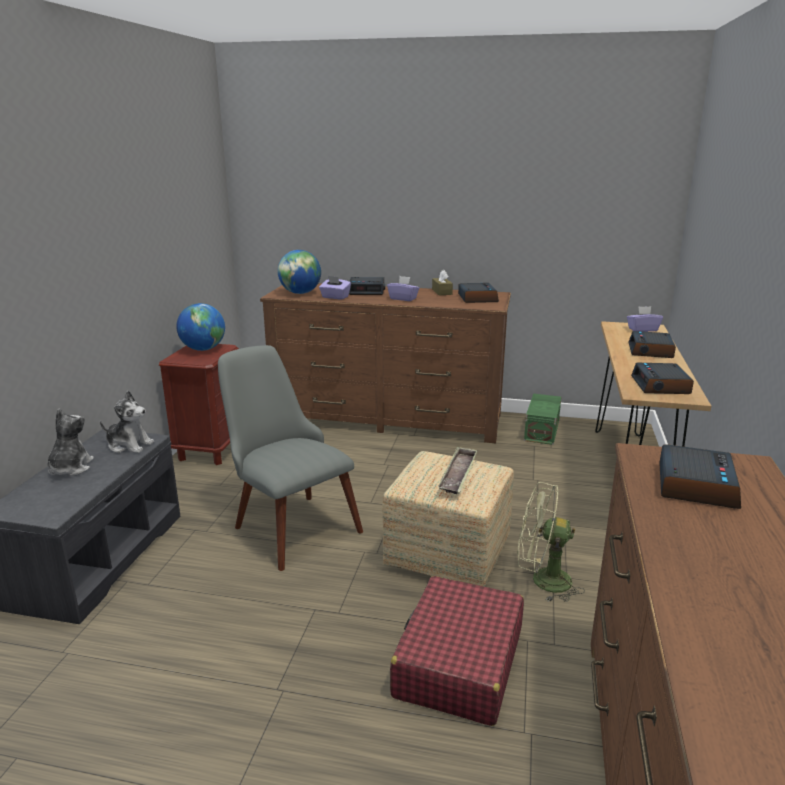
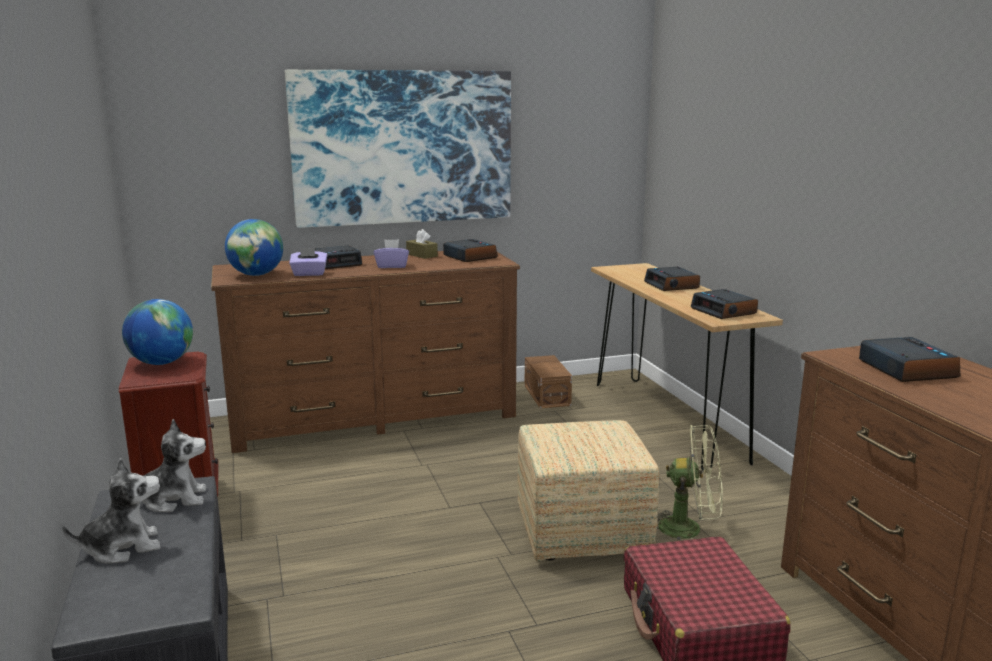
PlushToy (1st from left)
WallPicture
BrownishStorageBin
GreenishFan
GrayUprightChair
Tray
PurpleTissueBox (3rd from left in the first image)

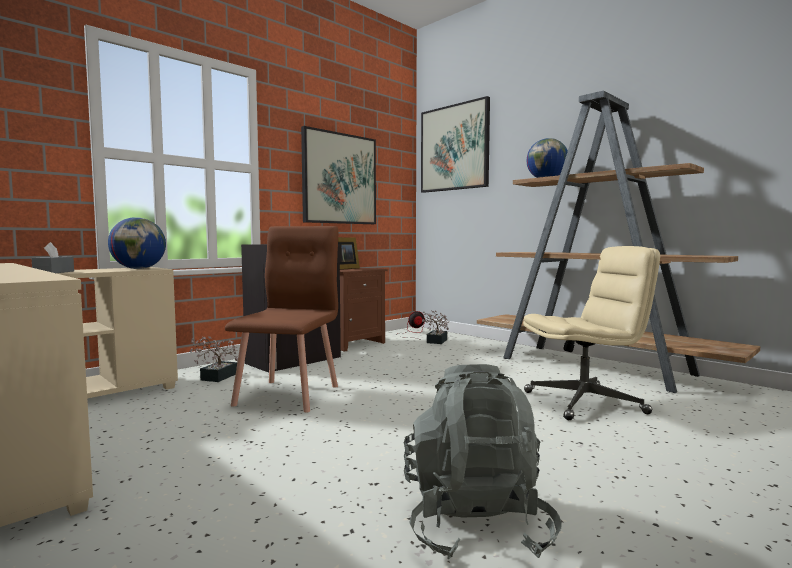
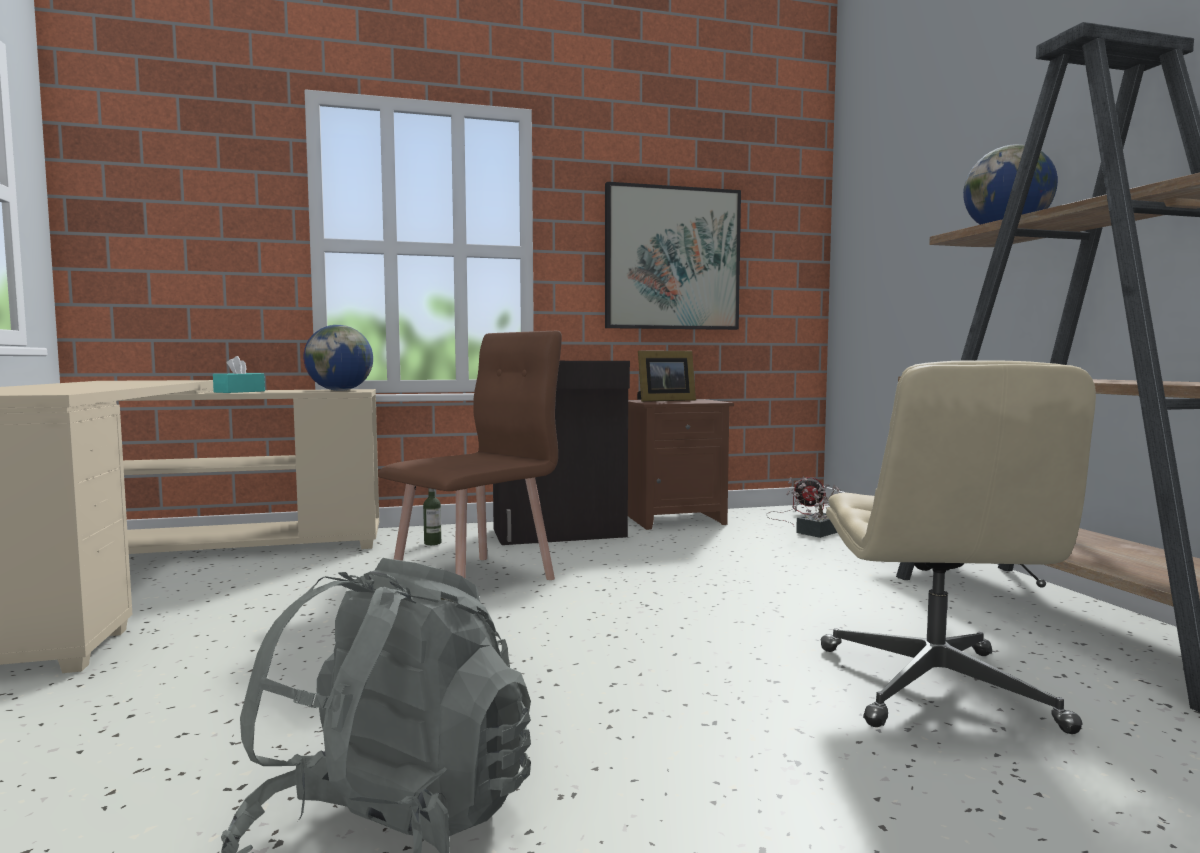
TurquoiseColouredTissueBox
Bottle
SandColouredOfficeChair
WallPicture (2nd from left in the first image)

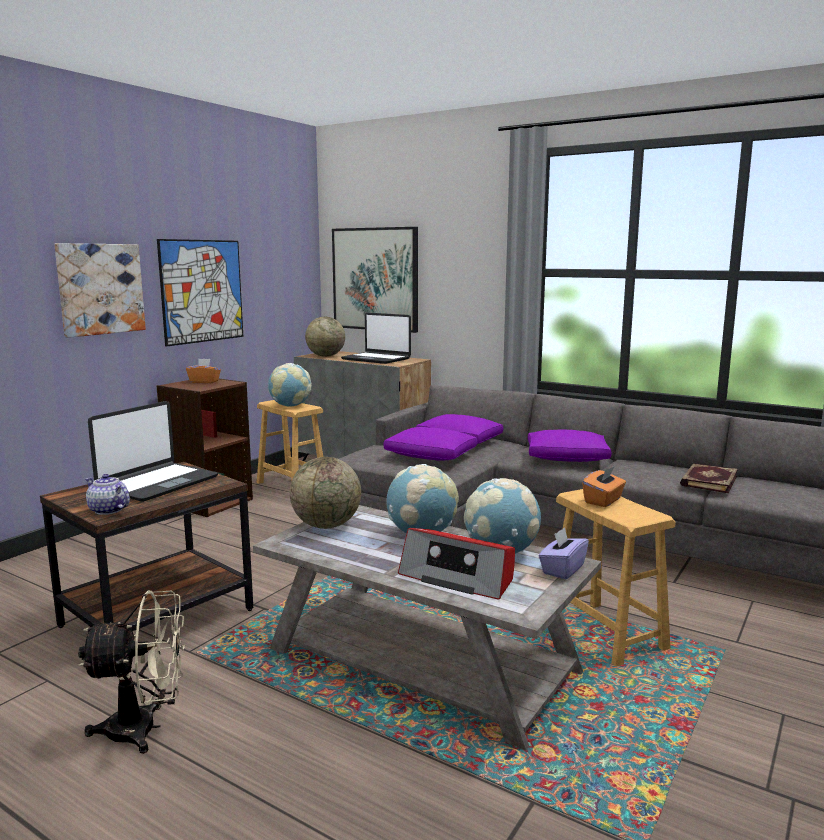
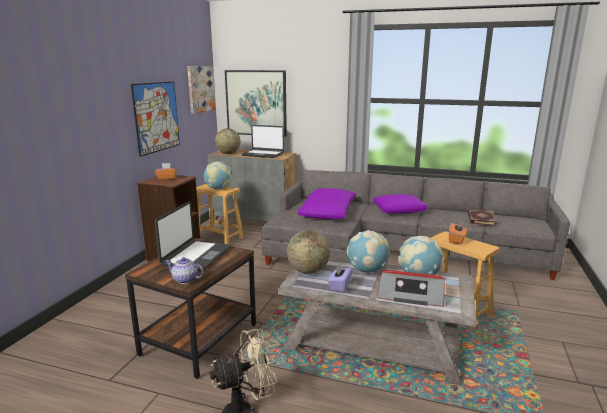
WallPicture (2nd from left)
PurpleTissueBox

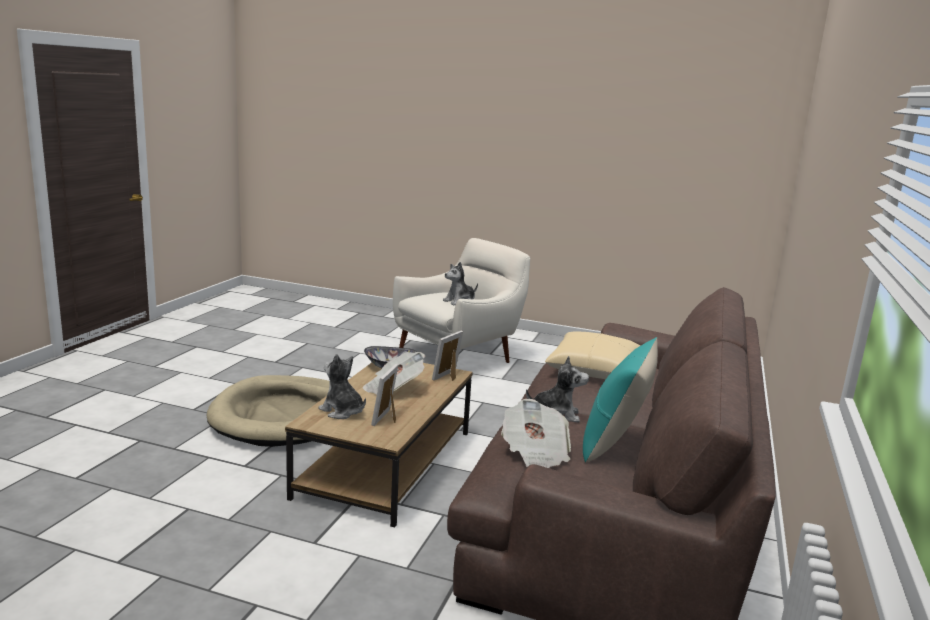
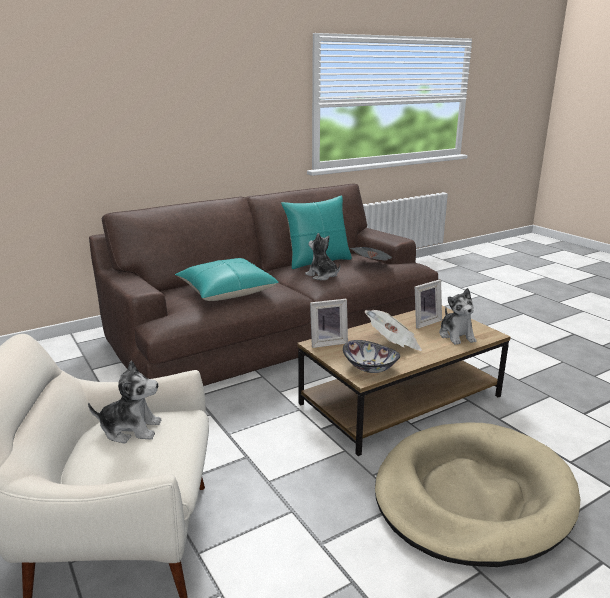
TurquoiseColouredThrowPillow (1st from left)

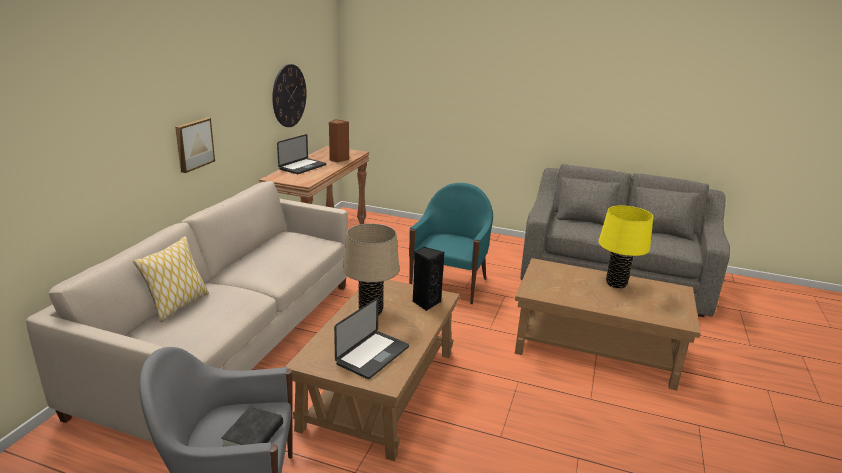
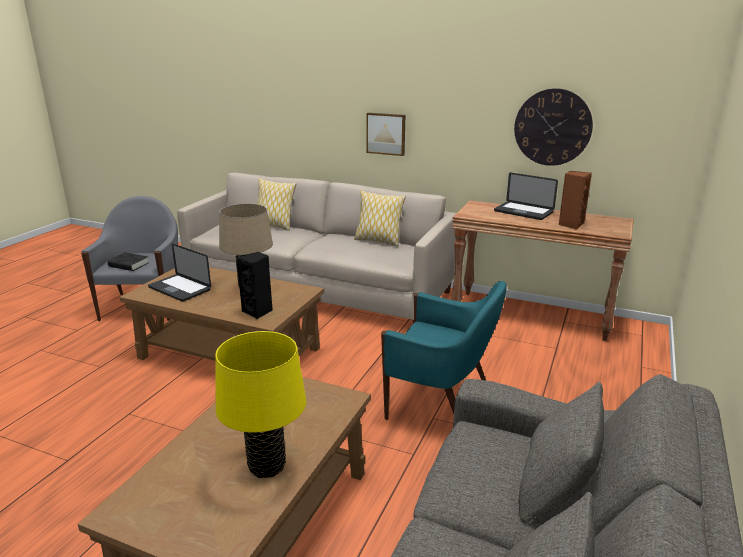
ThrowPillow (2nd from left)

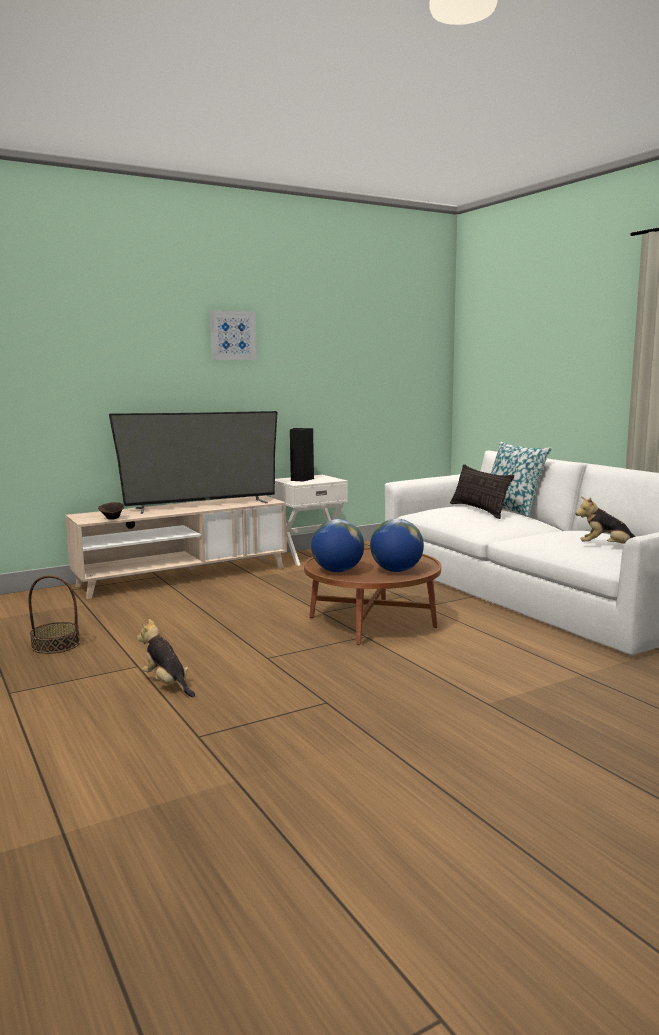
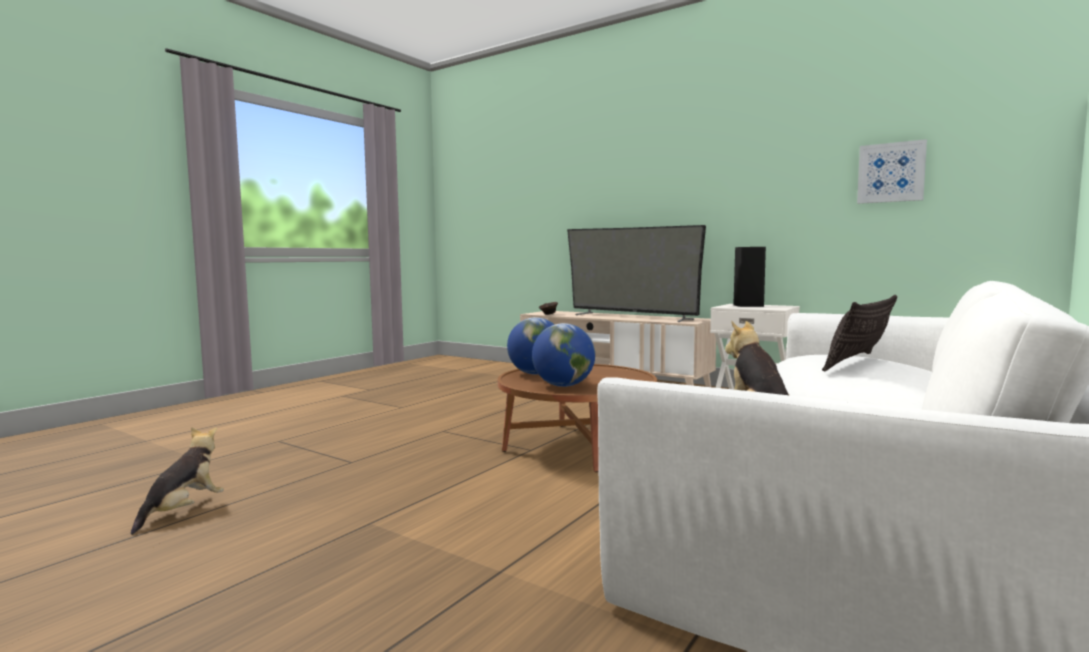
PlushToy (1st from left)
WallPicture
Basket
ThrowPillow (2nd from left in the first image)

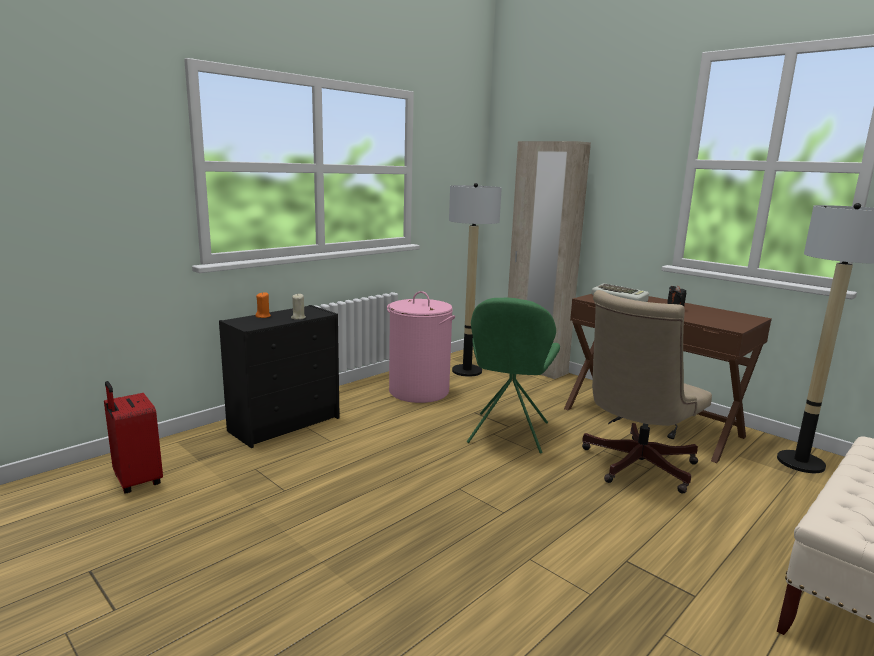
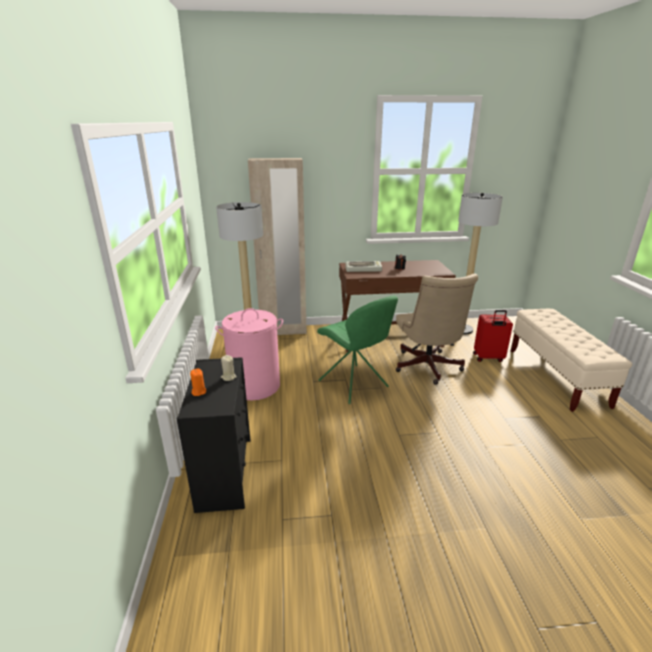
RedPieceOfLuggage

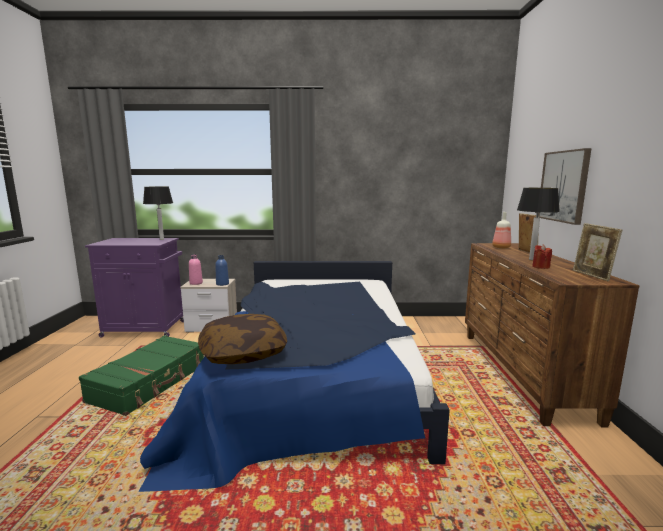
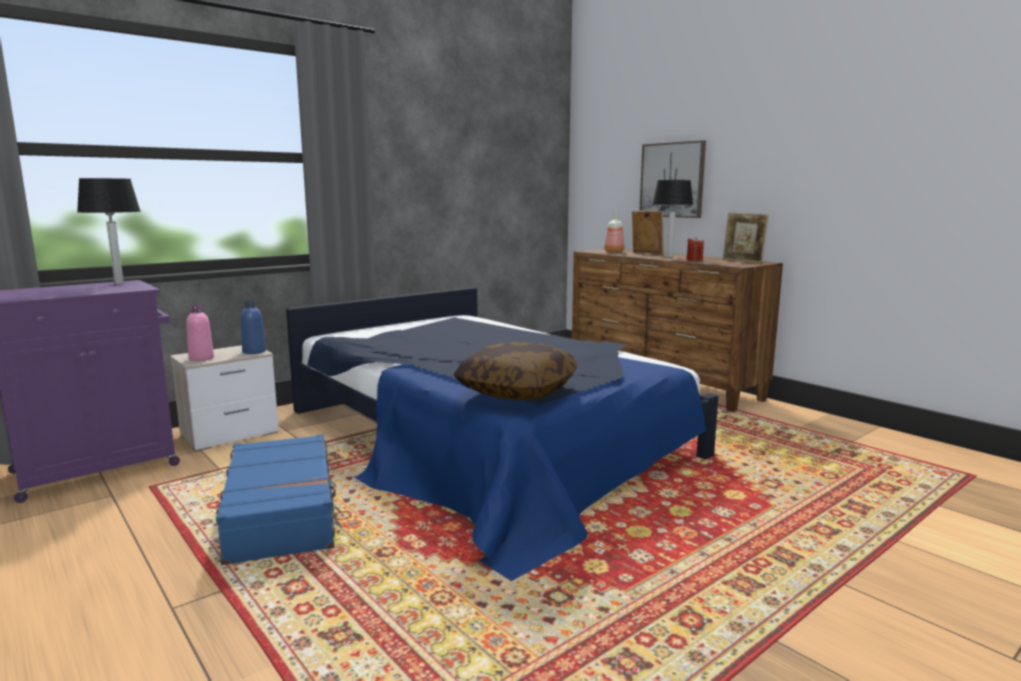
BlueColouredPieceOfLuggage

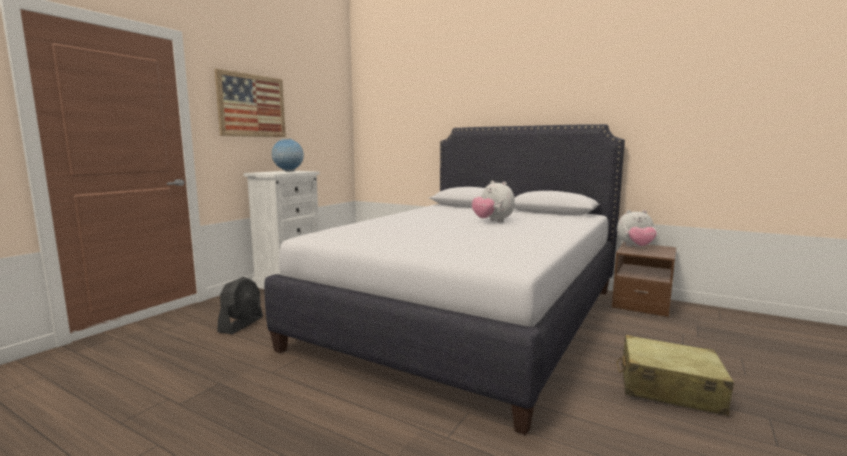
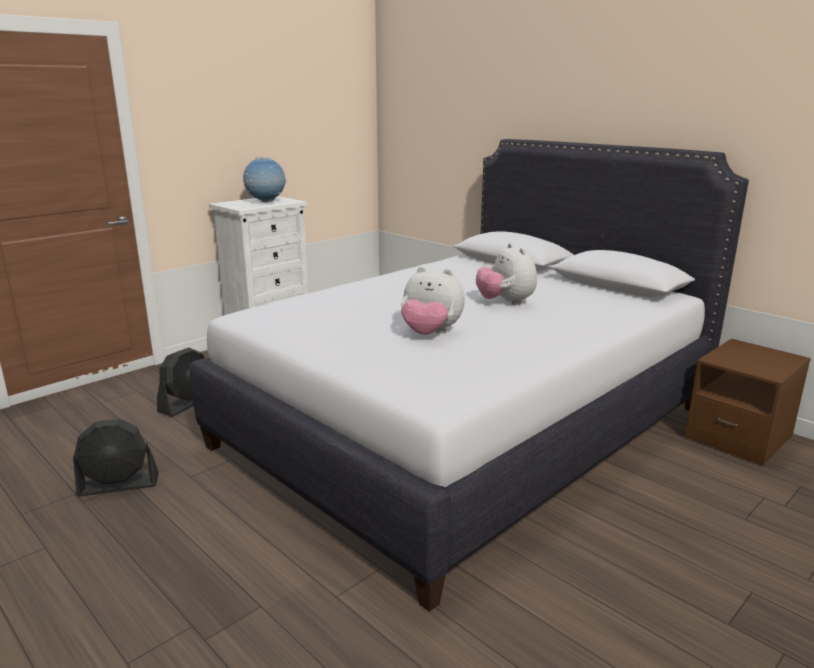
BlackColouredFan (1st from left)
PlushToy (1st from left)
WallPicture
SandColouredPieceOfLuggage

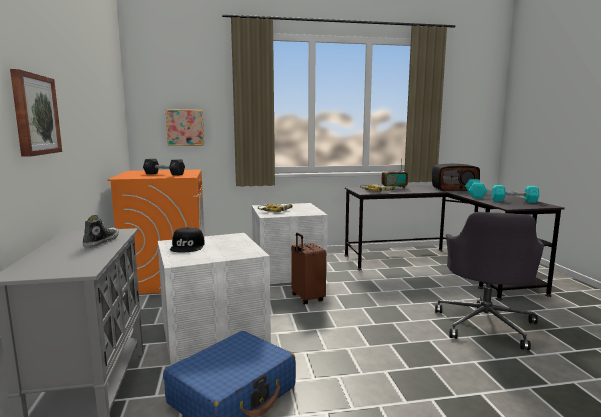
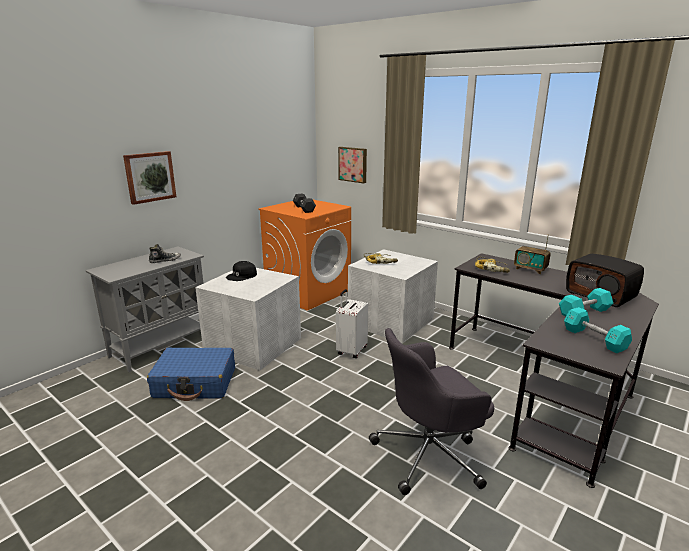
WhitePieceOfLuggage

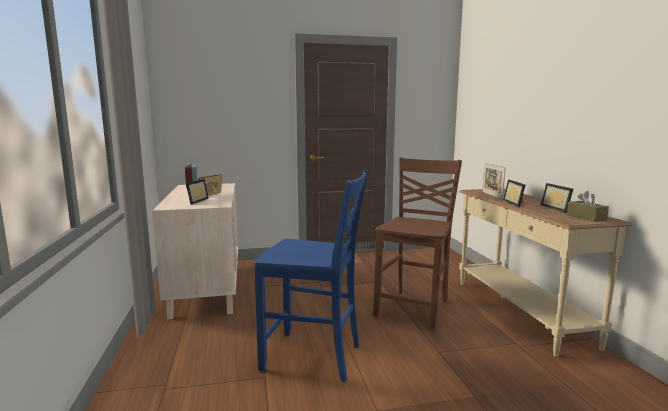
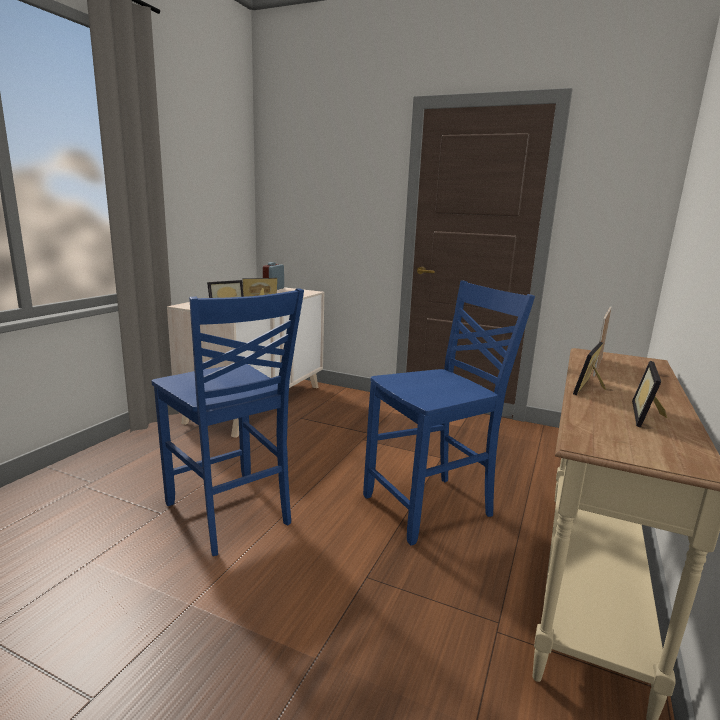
BlueColouredUprightChair (2nd from left)
BrownishTissueBox

